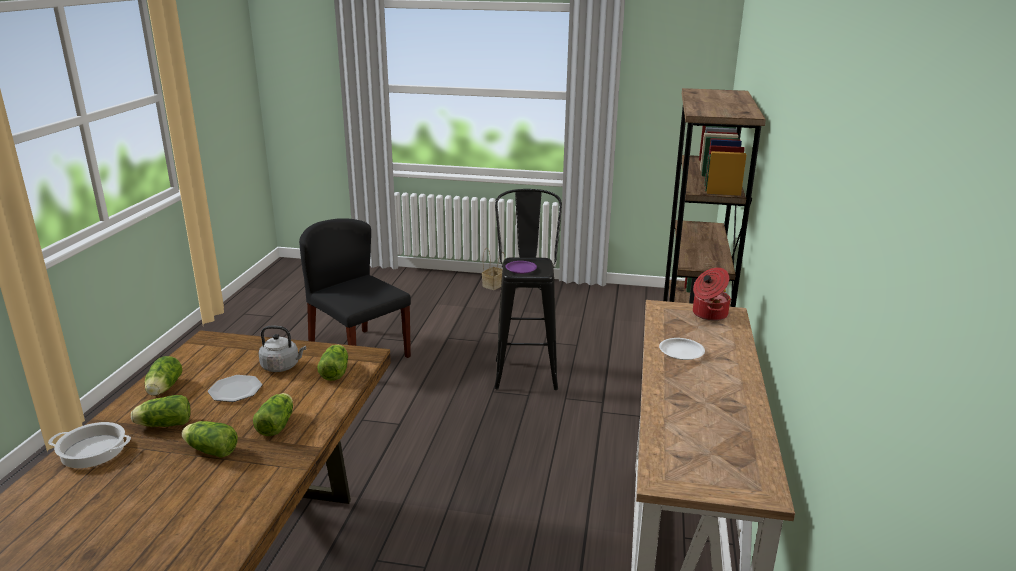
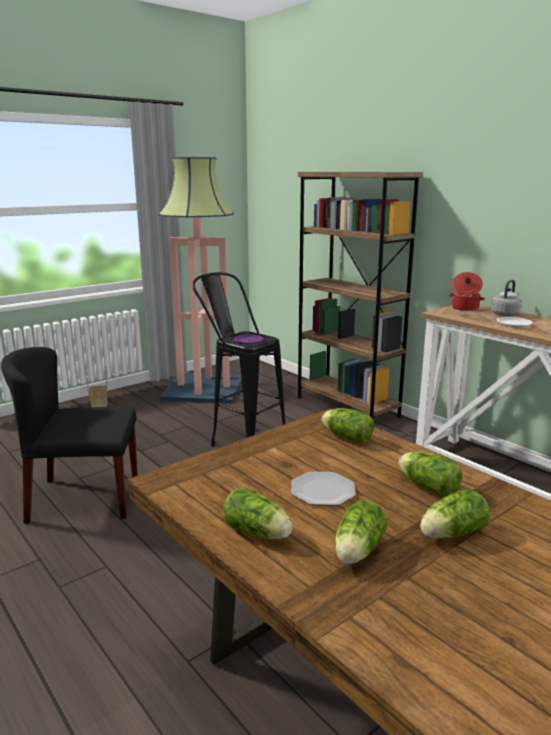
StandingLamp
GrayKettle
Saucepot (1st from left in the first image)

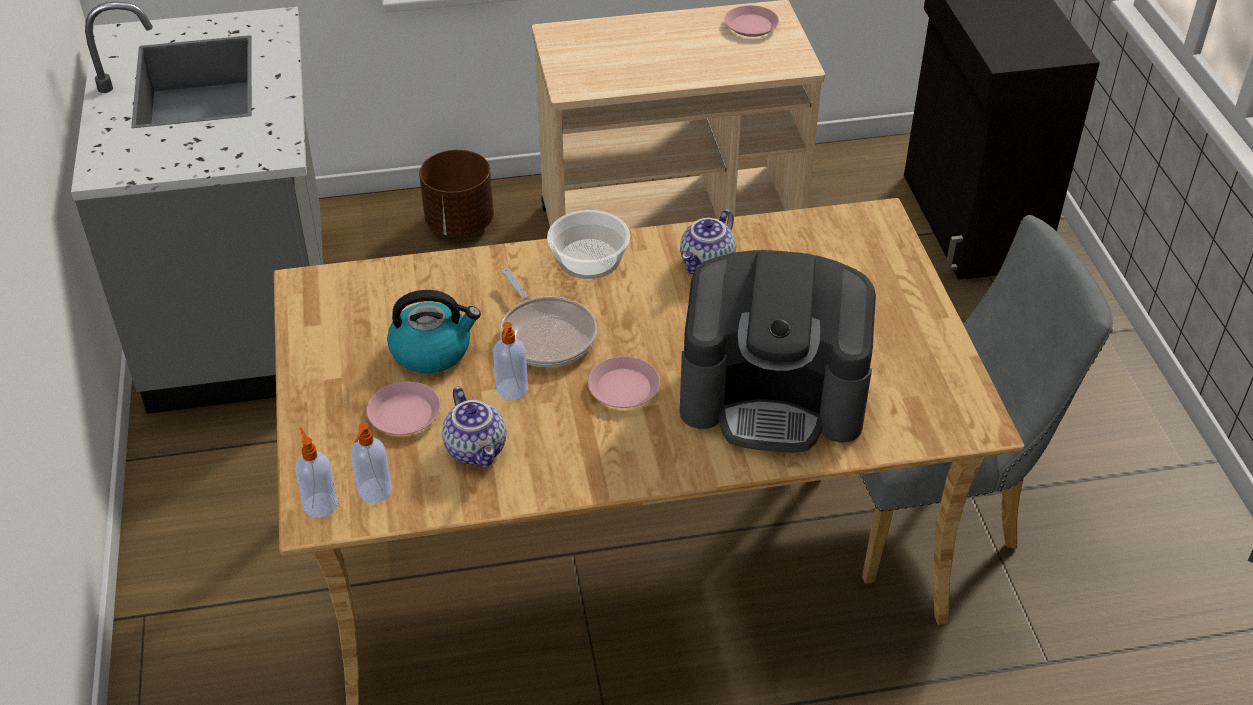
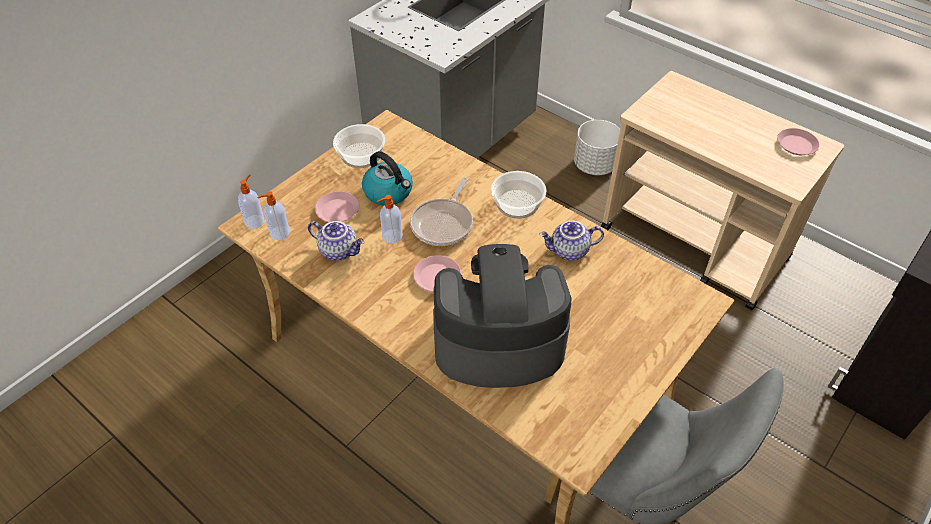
TeaPot (1st from left)
ServingBowl (1st from left)
CoffeeMaker
WhitePlantPot

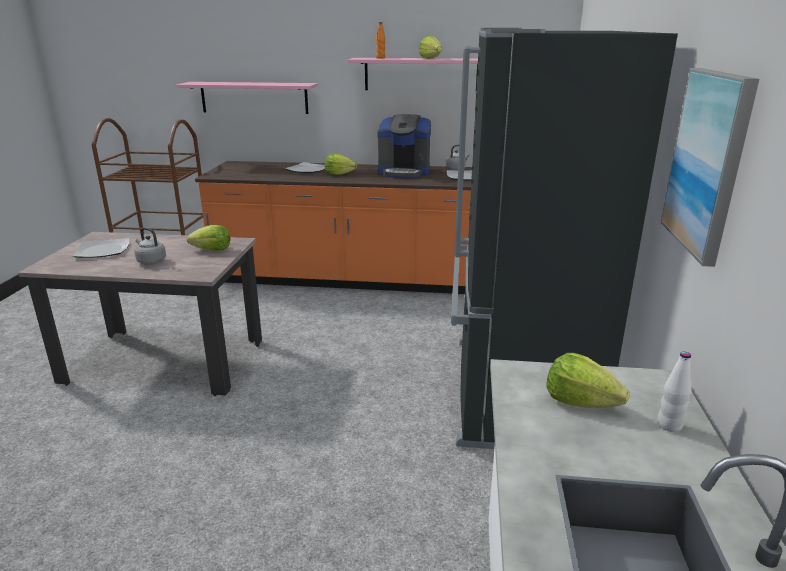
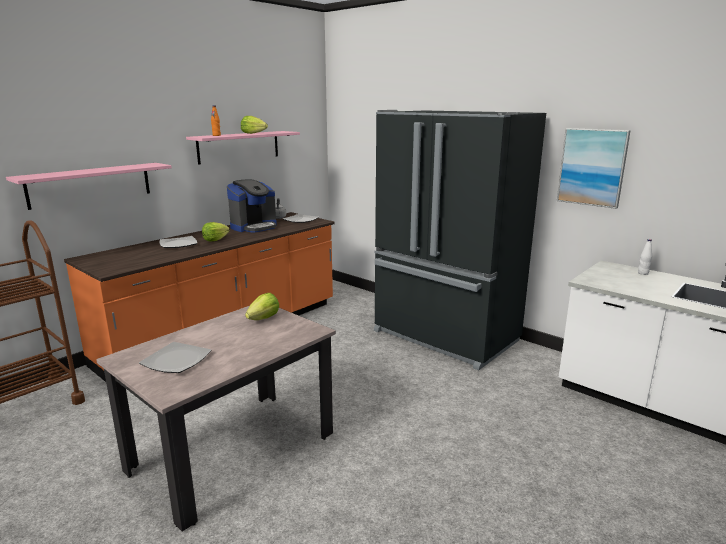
GrayKettle (1st from left in the first image)
LettuceHead (4th from left in the first image)

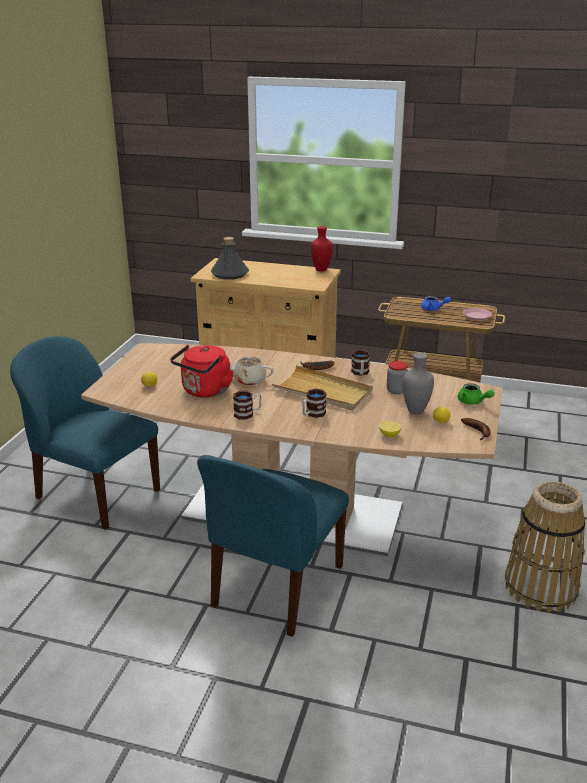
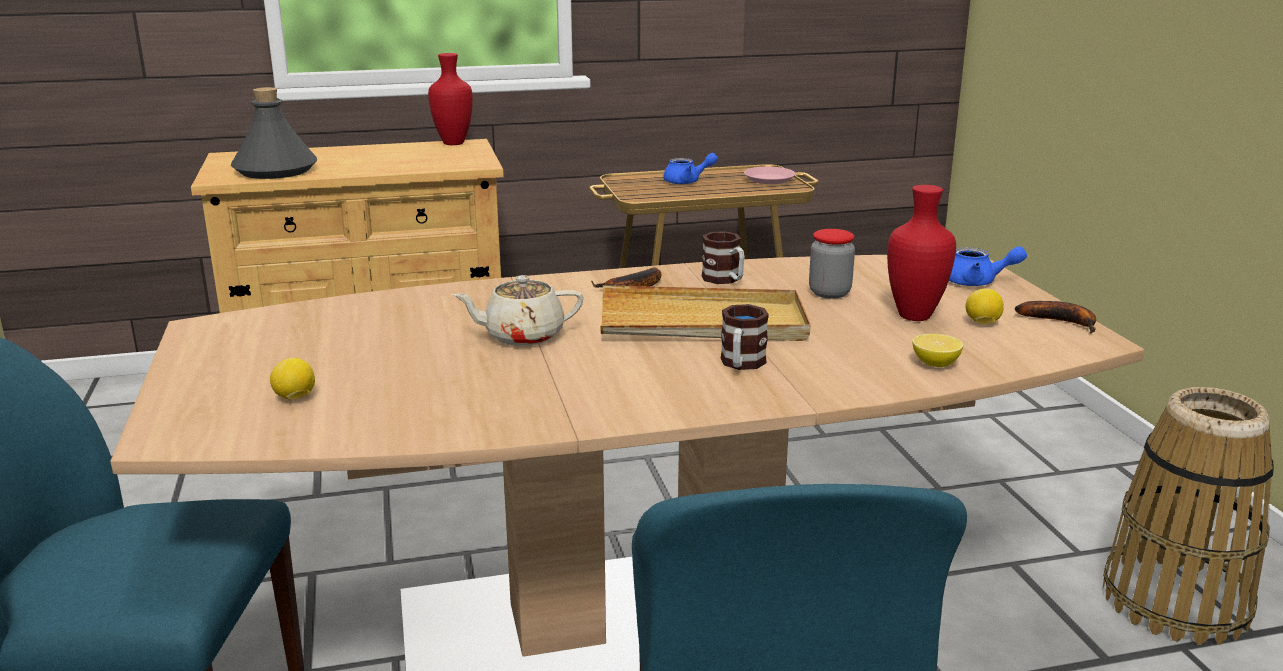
RedFlowerVase (2nd from left)
BlueColouredTeaPot (2nd from left)
RedKettle
CoffeeMug (1st from left in the first image)

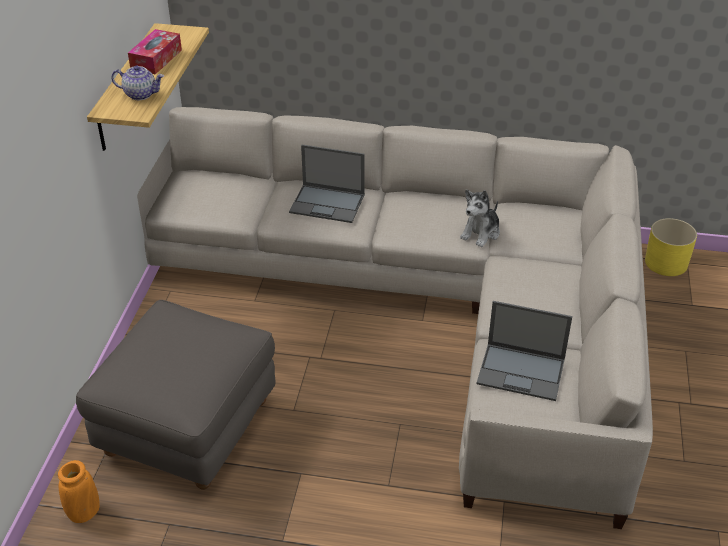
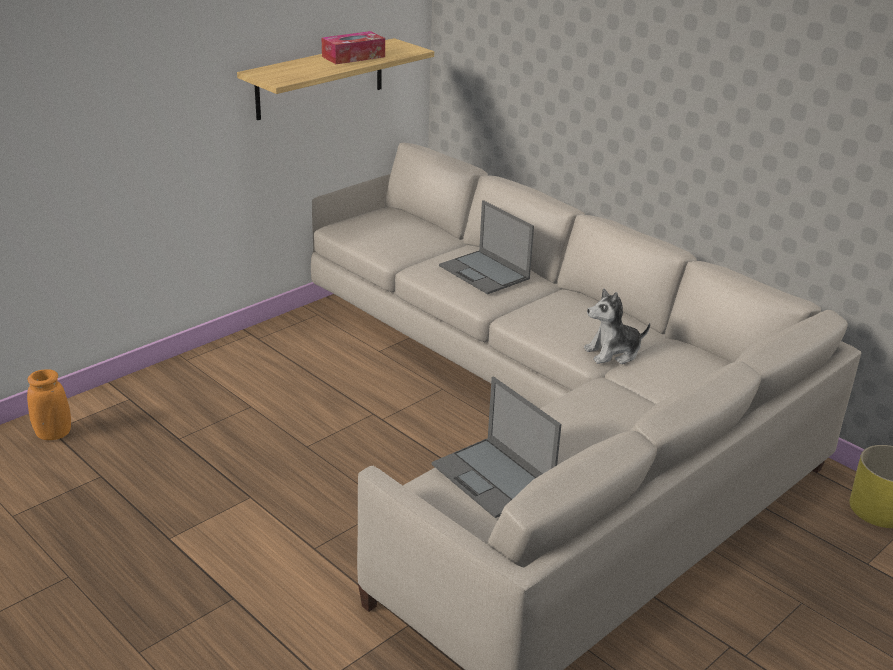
GrayOttoman
TeaPot

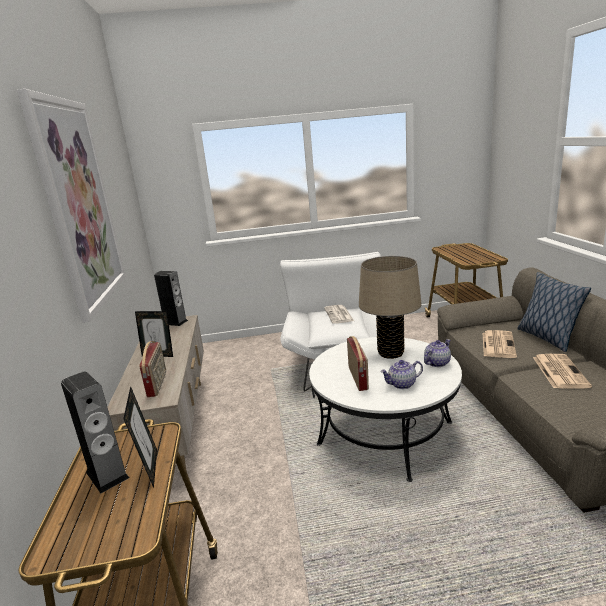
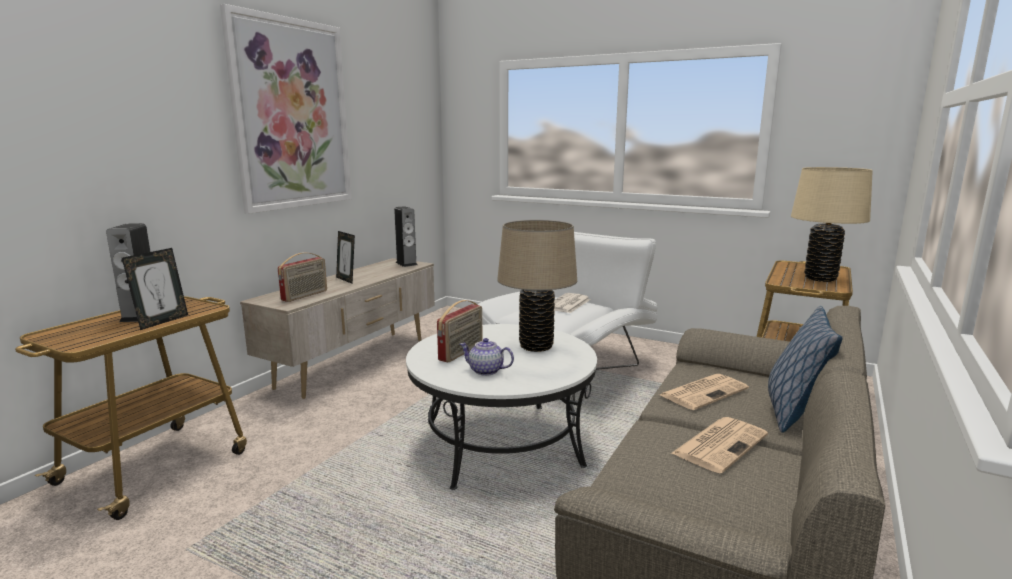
SandColouredLampForATable (2nd from left)
TeaPot (2nd from left in the first image)

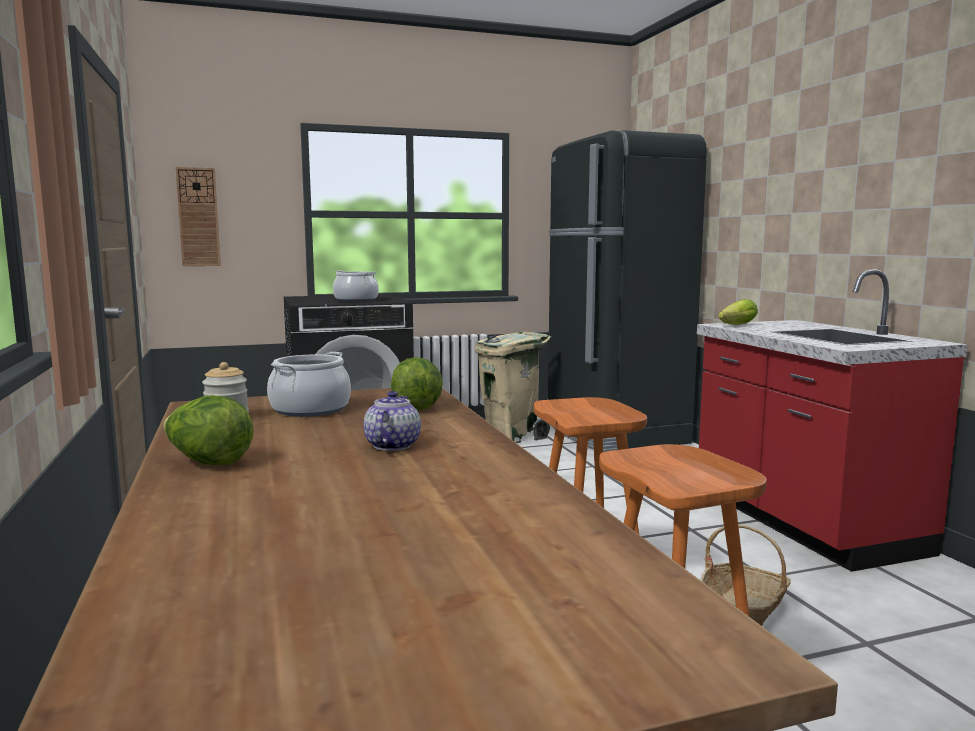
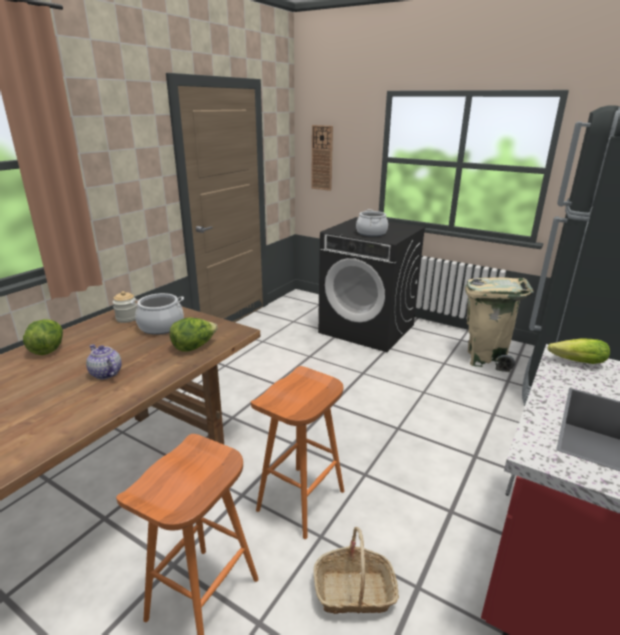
TeaPot

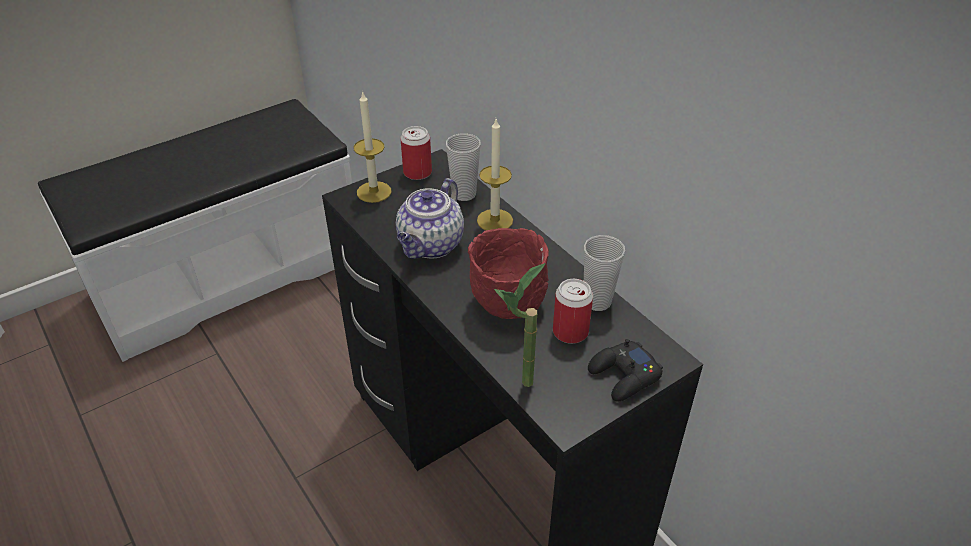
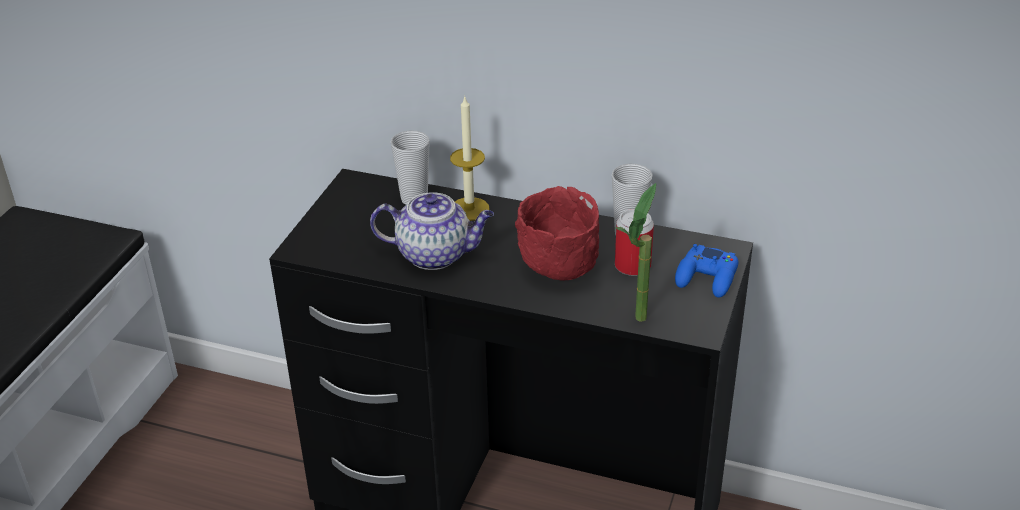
TeaPot
BlueColouredGameController
Candle (1st from left in the first image)
SealedCan (1st from left in the first image)

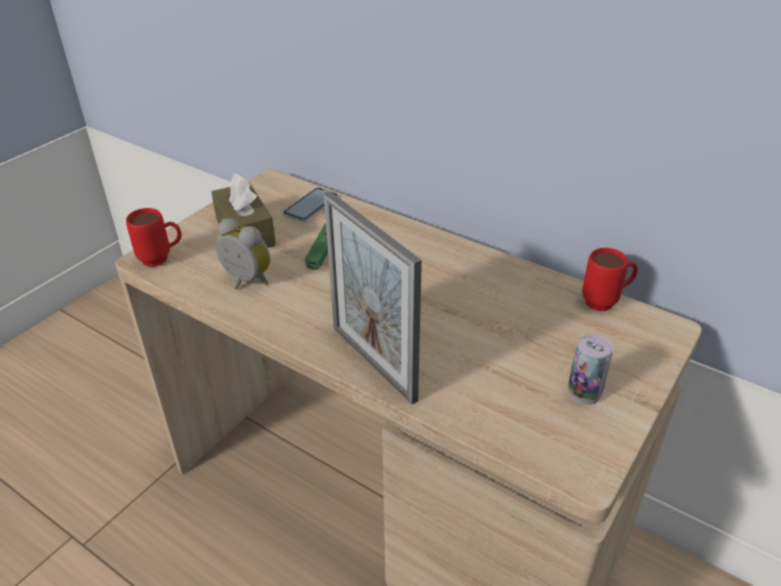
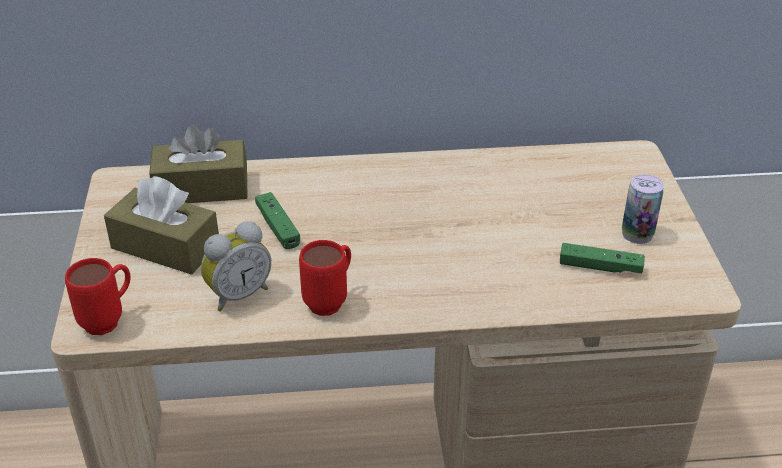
BrownishTissueBox (2nd from left)
TableClock
RedCoffeeMug (2nd from left)
GreenishGameController (2nd from left)
PictureFrame

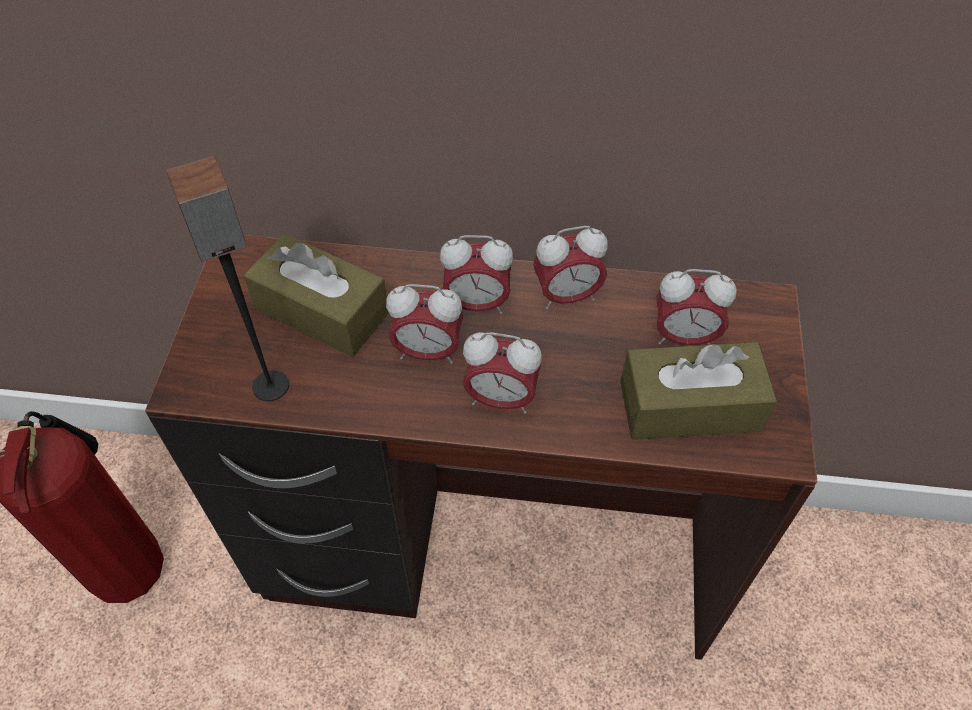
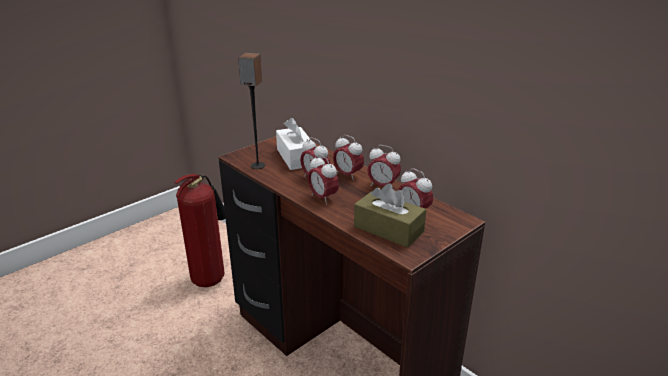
WhiteTissueBox

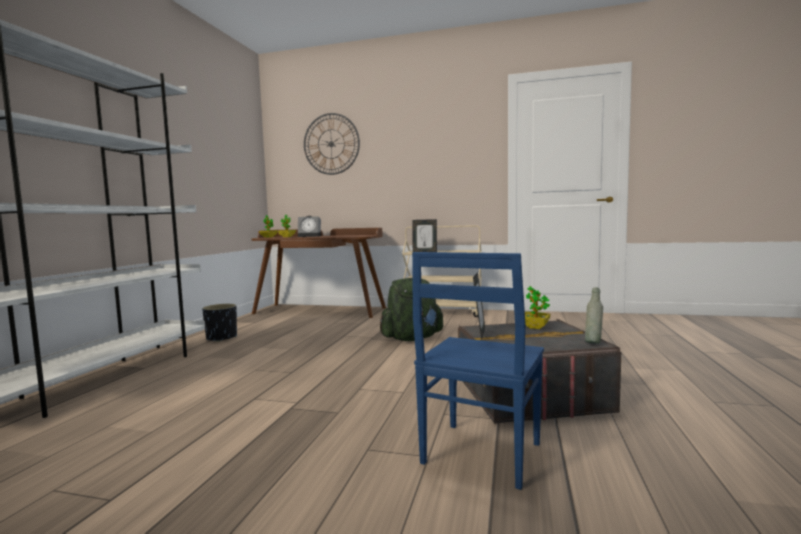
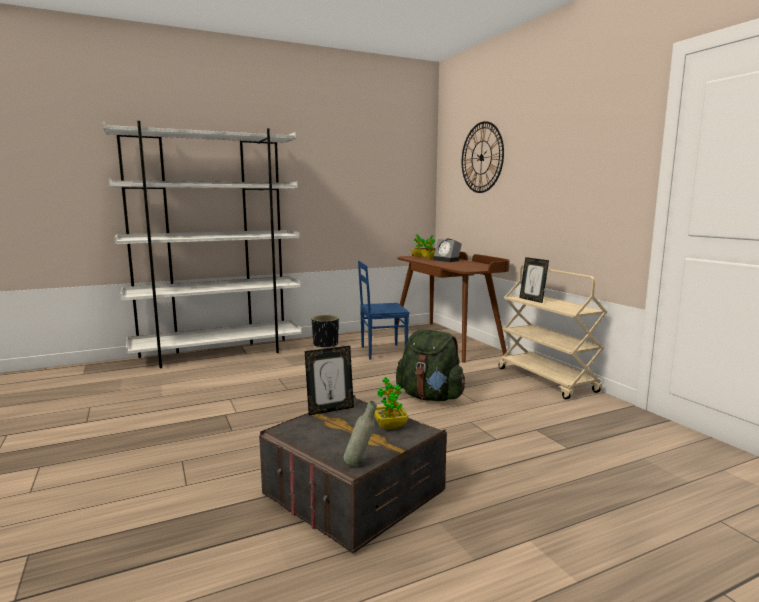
BlueColouredUprightChair

